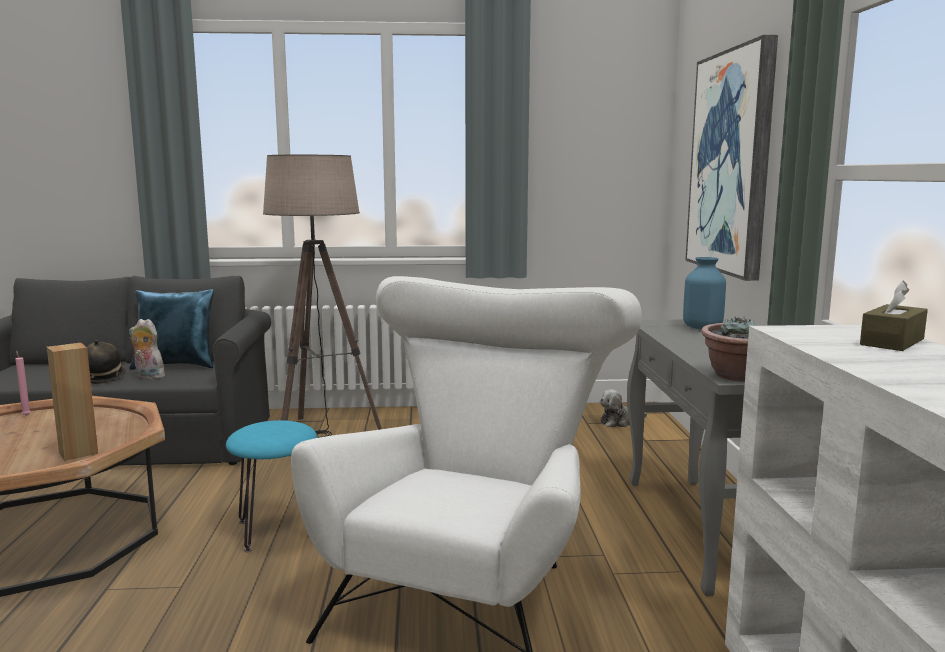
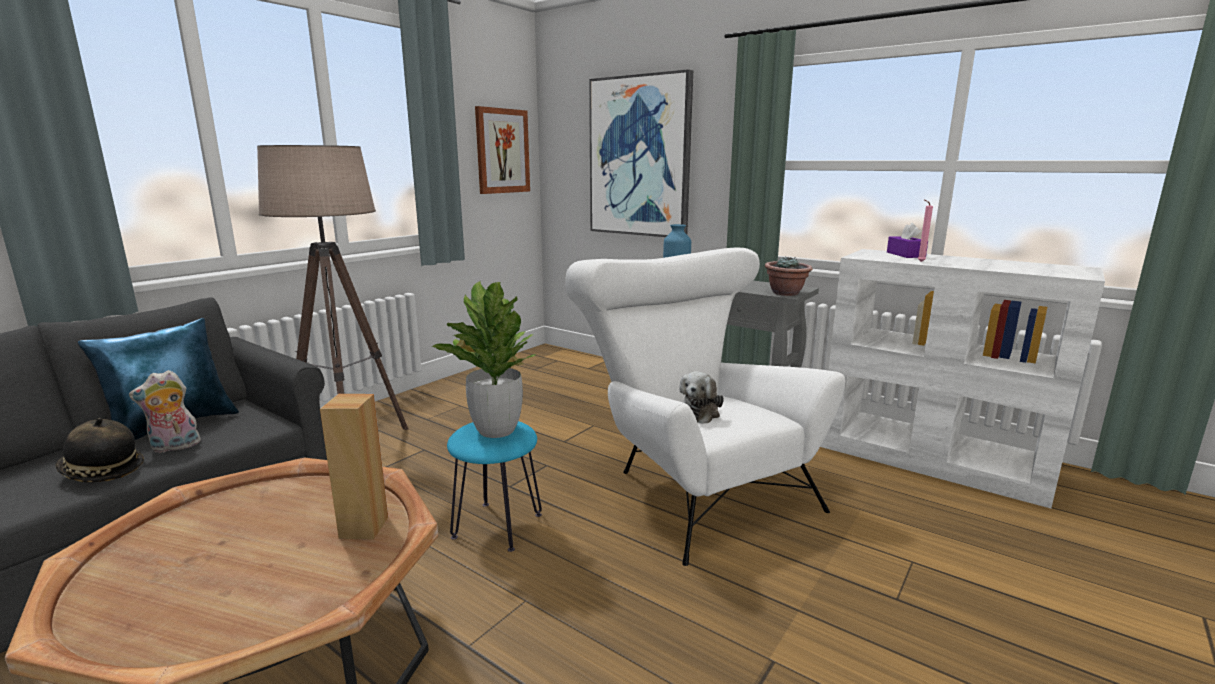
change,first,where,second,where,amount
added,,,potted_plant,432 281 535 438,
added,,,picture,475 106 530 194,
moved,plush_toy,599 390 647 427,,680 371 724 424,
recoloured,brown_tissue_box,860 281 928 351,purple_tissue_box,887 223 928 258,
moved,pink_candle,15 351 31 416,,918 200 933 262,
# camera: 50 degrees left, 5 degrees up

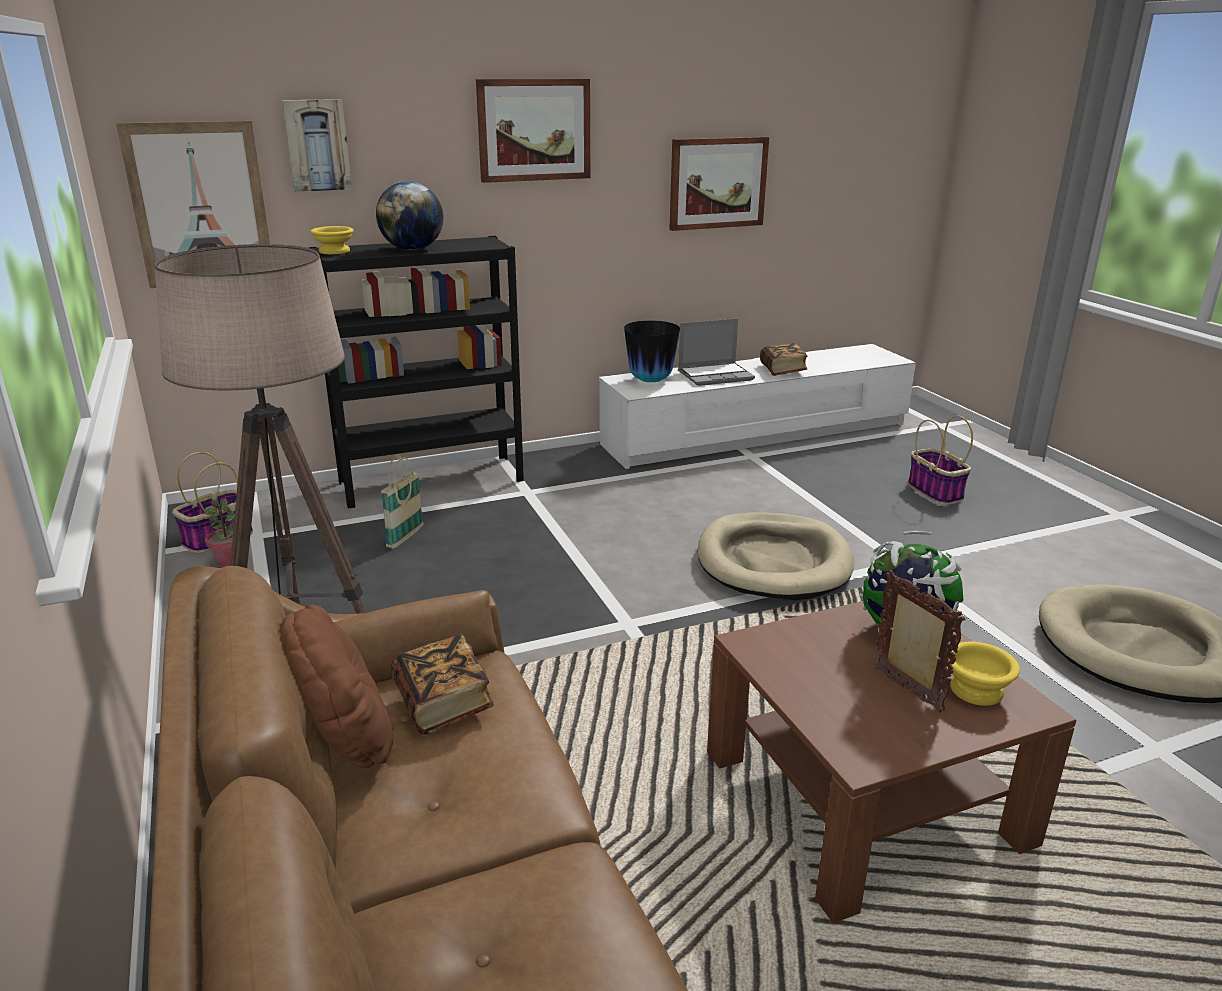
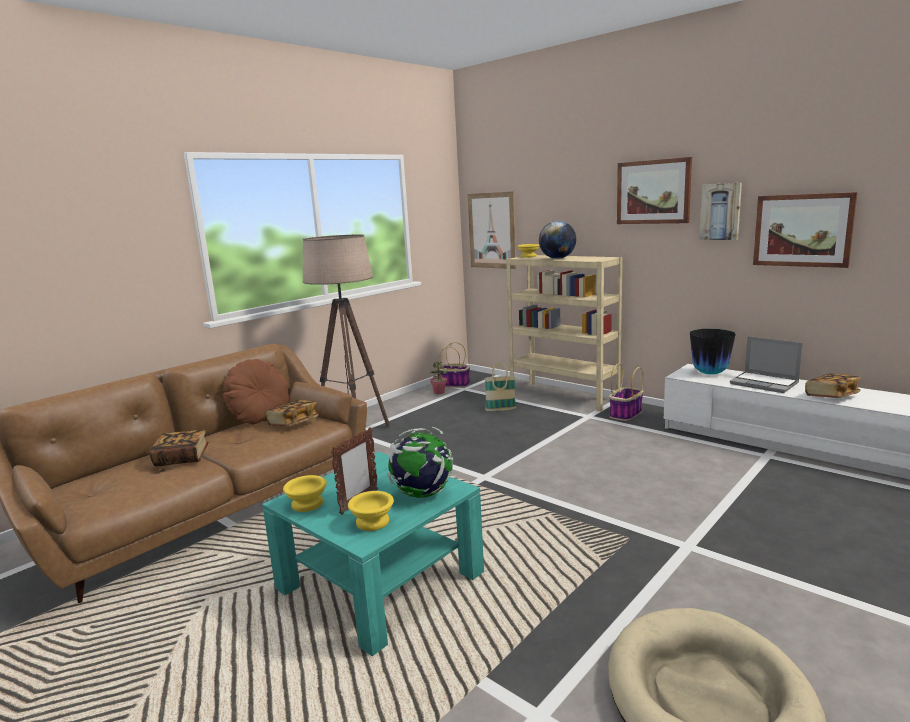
change,first,where,second,where,amount
added,,,book,150 430 209 466,
recoloured,brown_coffee_table,707 600 1076 923,turquoise_coffee_table,262 452 484 656,
added,,,yellow_bowl,283 475 327 512,
recoloured,black_bookcase,308 236 524 509,beige_bookcase,506 255 623 412,
moved,basket,908 415 973 505,,609 364 644 421,
moved,picture,282 99 352 192,,699 183 742 240,
removed,beige_dog_bed,698 512 854 600,,,
# camera: 65 degrees right, 10 degrees down

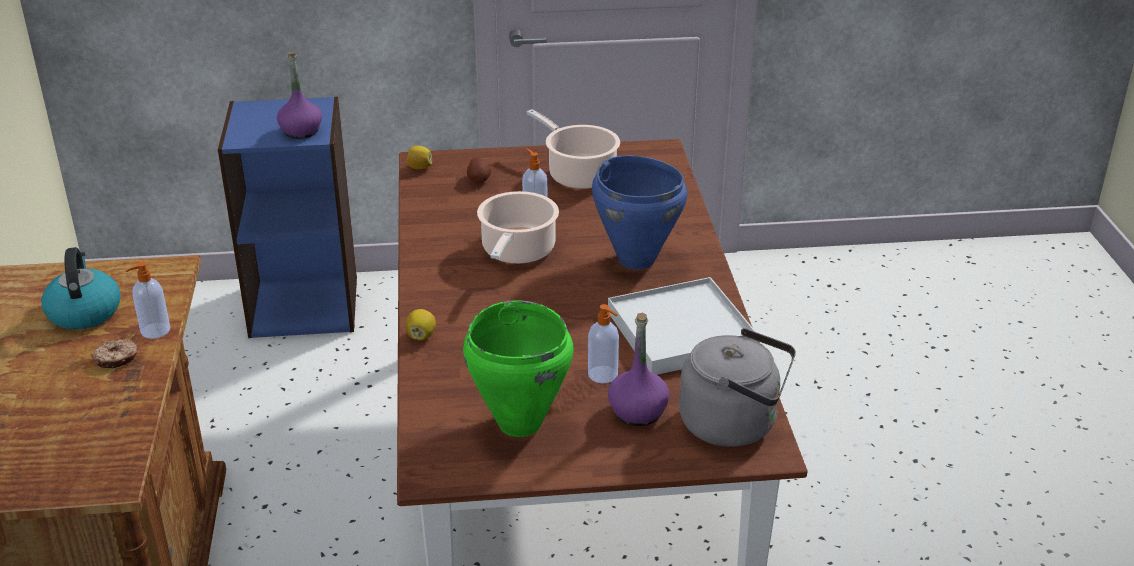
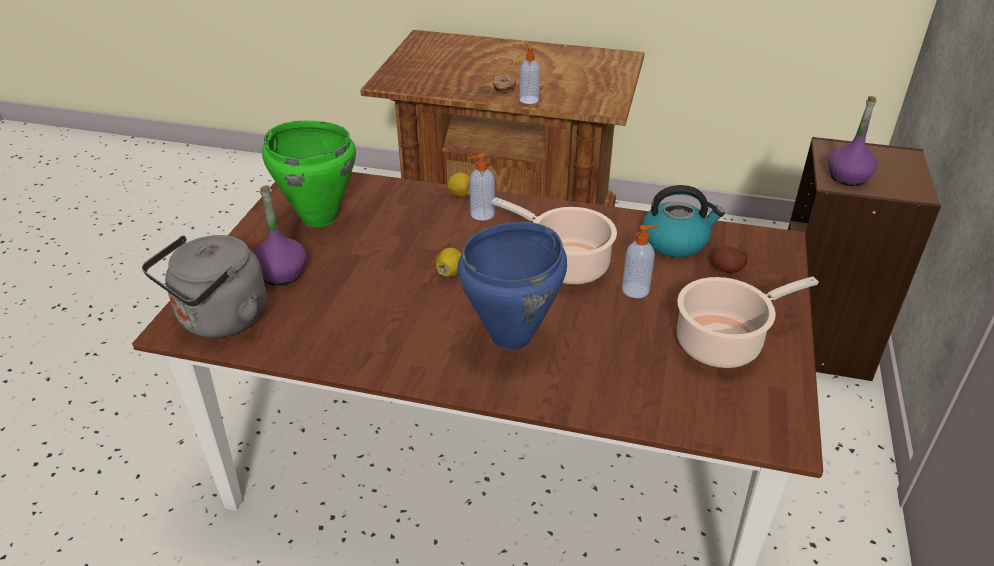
change,first,where,second,where,amount
moved,lemon,407 146 432 169,,435 248 462 277,
moved,soap_dispenser,588 304 619 383,,467 153 495 221,
moved,kettle,41 247 121 330,,642 185 725 257,
recoloured,blue_bookcase,218 97 357 338,brown_bookcase,788 137 941 381,
removed,white_tray,608 277 760 375,,,
# camera: 110 degrees right, 5 degrees up

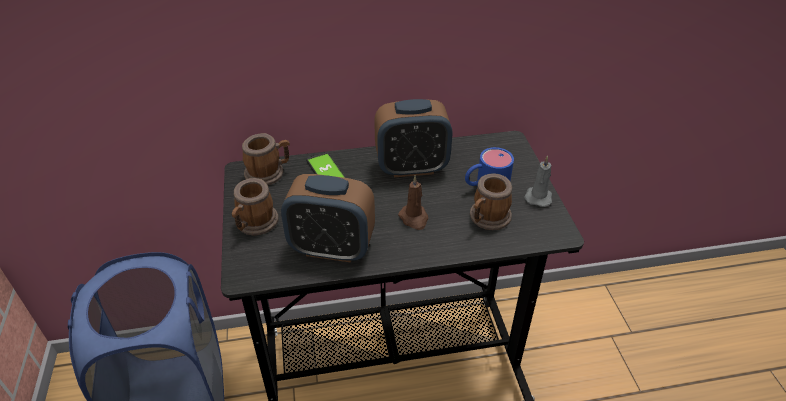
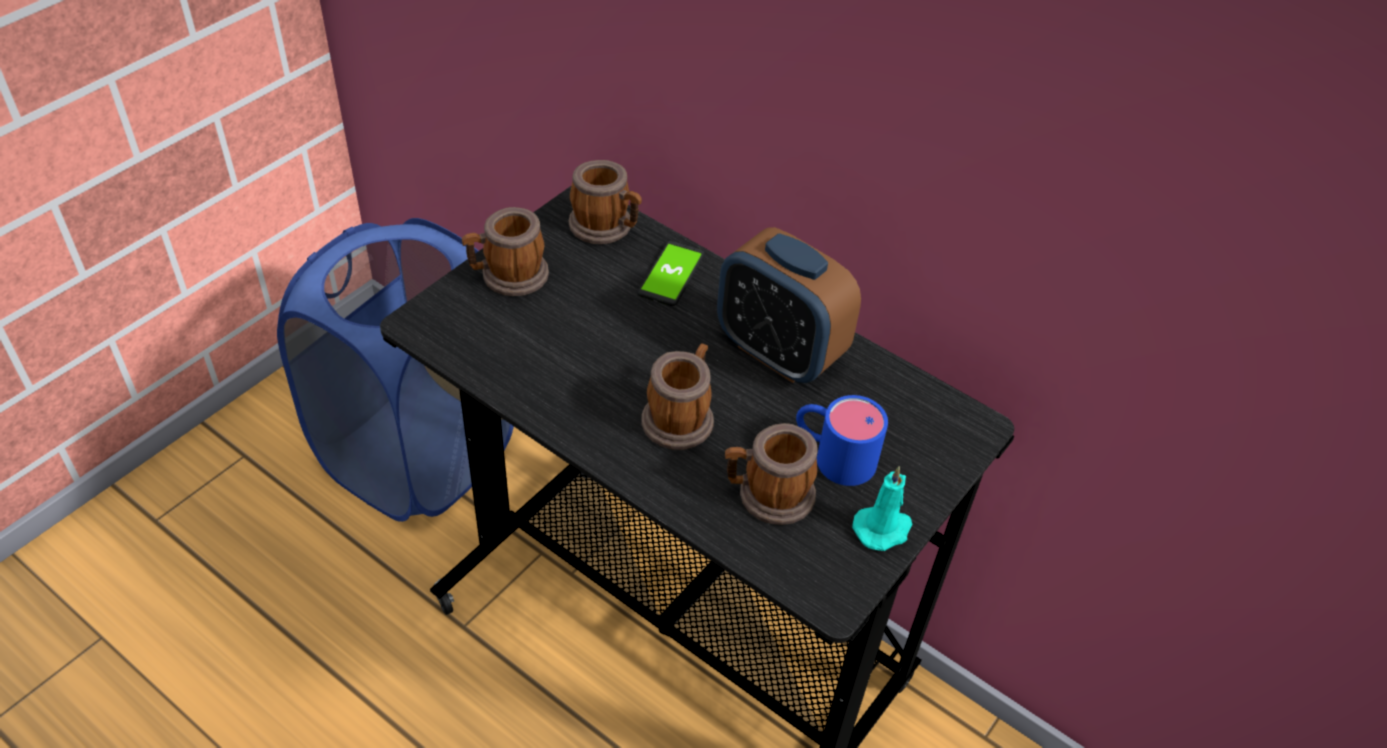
change,first,where,second,where,amount
replaced,brown_candle,398 175 428 230,mug,642 343 714 450,
recoloured,grey_candle,524 155 552 207,turquoise_candle,852 466 912 551,
removed,alarm_clock,281 174 375 263,,,
# camera: 45 degrees right, 5 degrees up

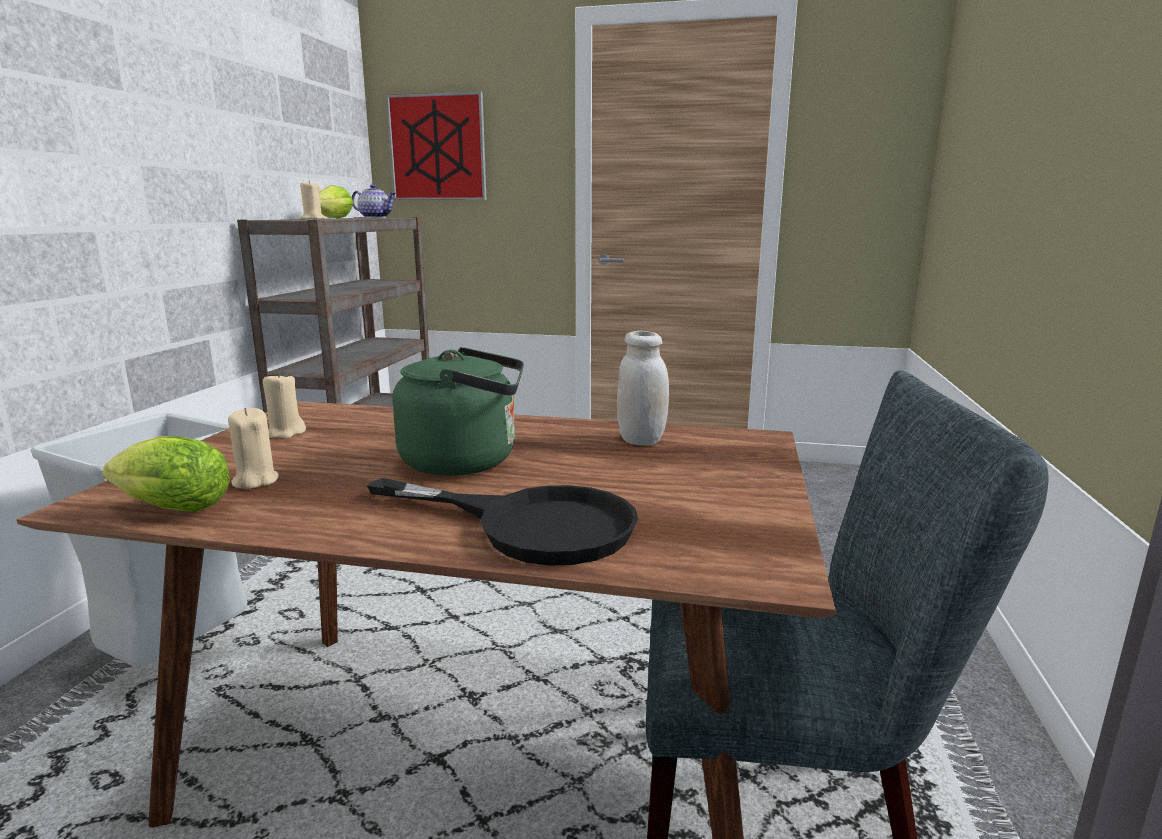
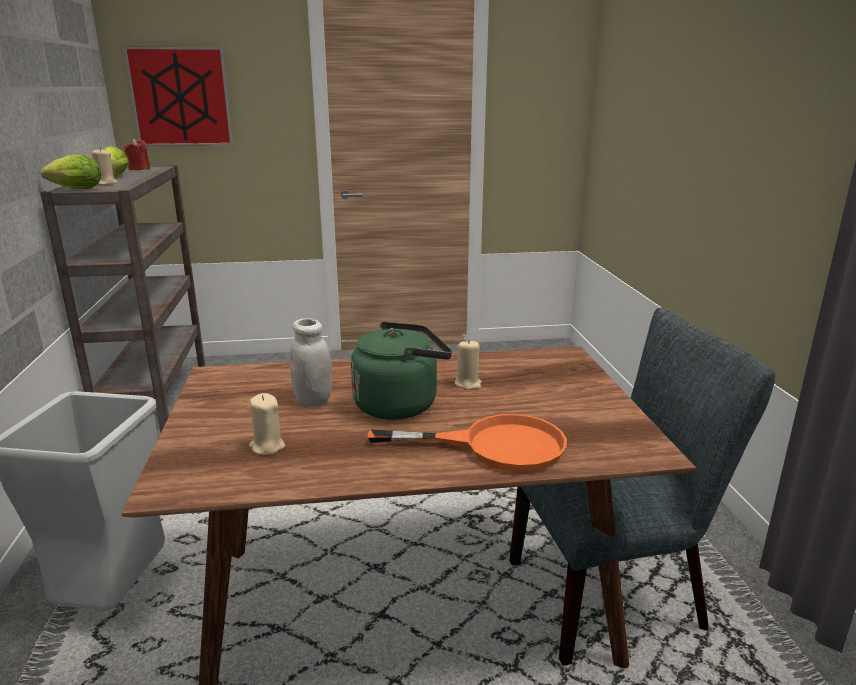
change,first,where,second,where,amount
moved,lettuce,102 436 230 512,,41 155 101 189,
replaced,teapot,352 184 396 218,red_candle,124 139 150 170,
moved,white_jar,617 331 669 445,,290 318 332 407,
recoloured,black_frying_pan,367 478 638 566,orange_frying_pan,368 414 567 473,
moved,beige_candle,263 372 306 439,,455 340 481 390,
# camera: 20 degrees left, 5 degrees up

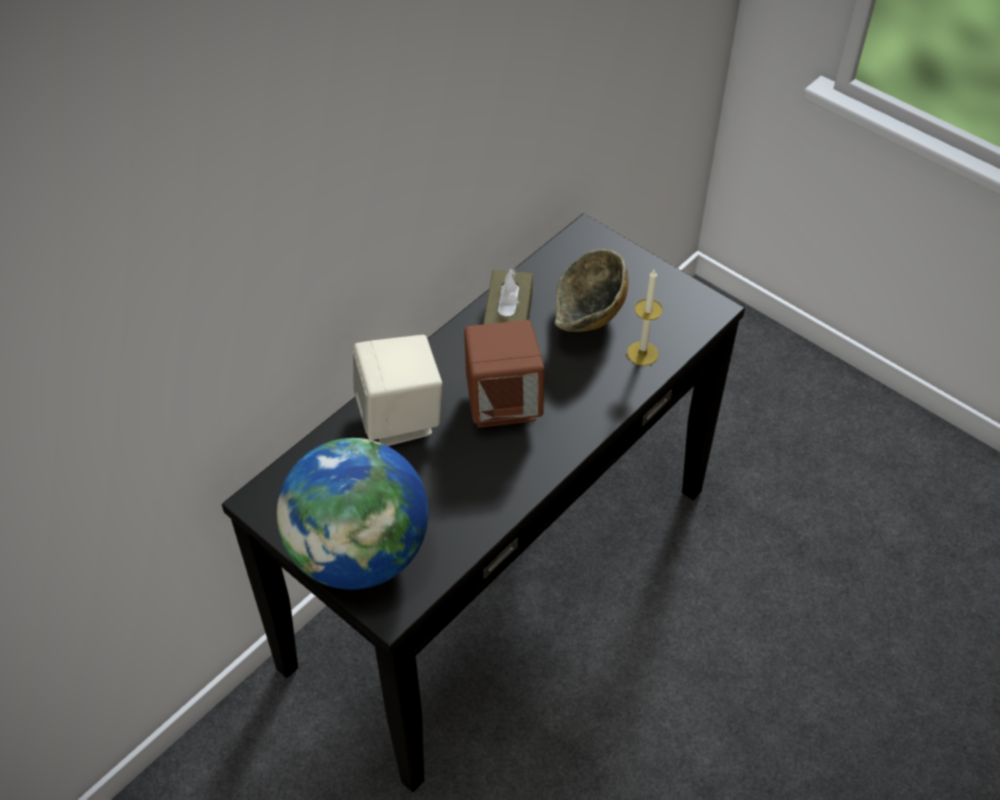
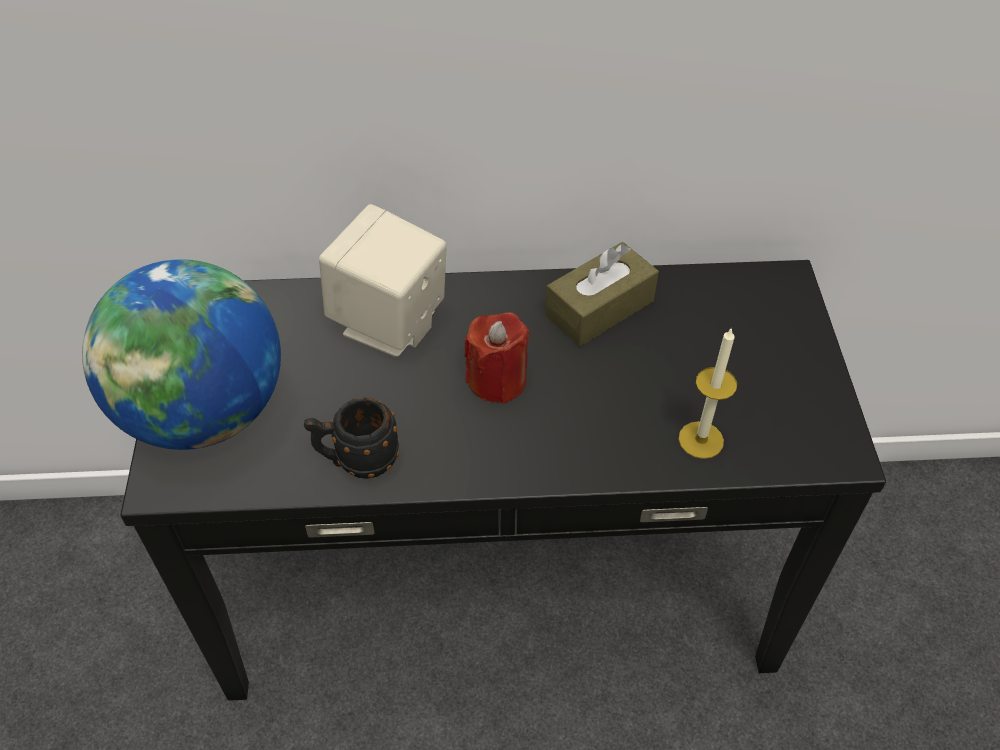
change,first,where,second,where,amount
added,,,black_mug,304 398 399 479,
replaced,brown_speaker,464 320 544 428,red_candle,464 312 529 404,
removed,bowl,554 249 629 332,,,
# camera: 45 degrees right, 0 degrees up

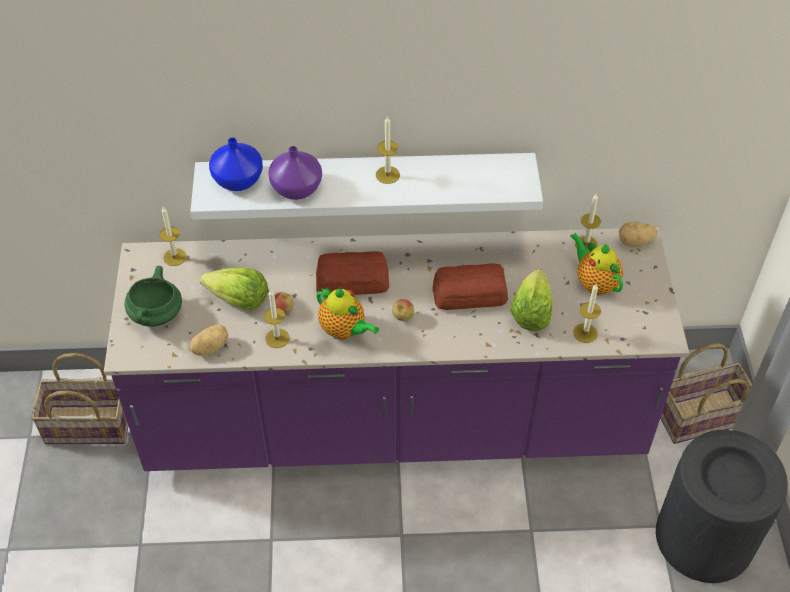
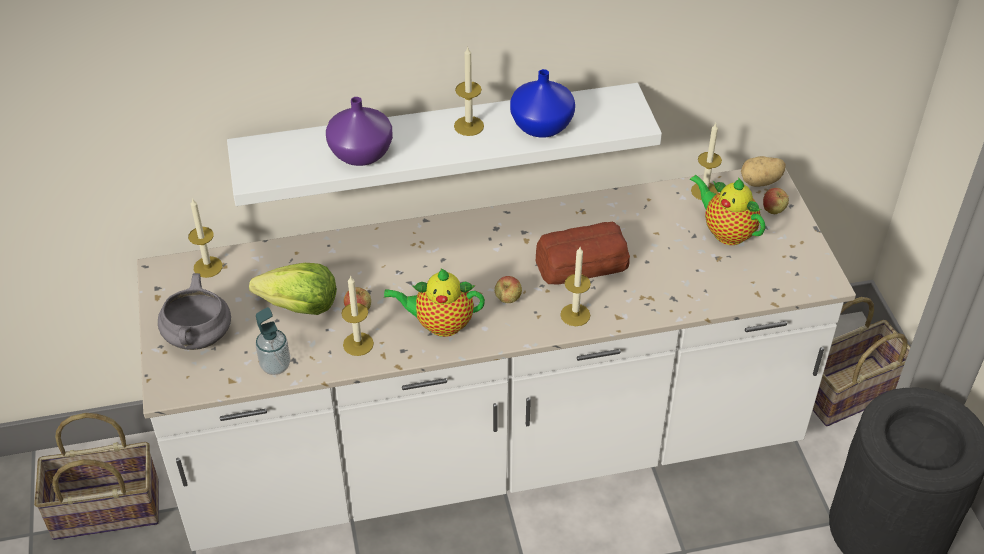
change,first,where,second,where,amount
recoloured,purple_counter,104 227 689 471,white_counter,137 168 856 551,
recoloured,green_cooking_pot,125 266 182 327,grey_cooking_pot,158 273 231 350,
replaced,potato,189 324 228 356,soap_dispenser,255 307 291 375,
turned,teapot,316 288 379 340,,384 268 485 337,150 degrees clockwise
moved,blue_vase,209 138 263 191,,510 69 575 138,
moved,candle,573 284 601 343,,560 247 591 326,
added,,,apple,763 188 789 214,
removed,bread,316 251 389 295,,,
removed,lettuce,510 269 552 331,,,
# camera: 10 degrees left, 5 degrees down

